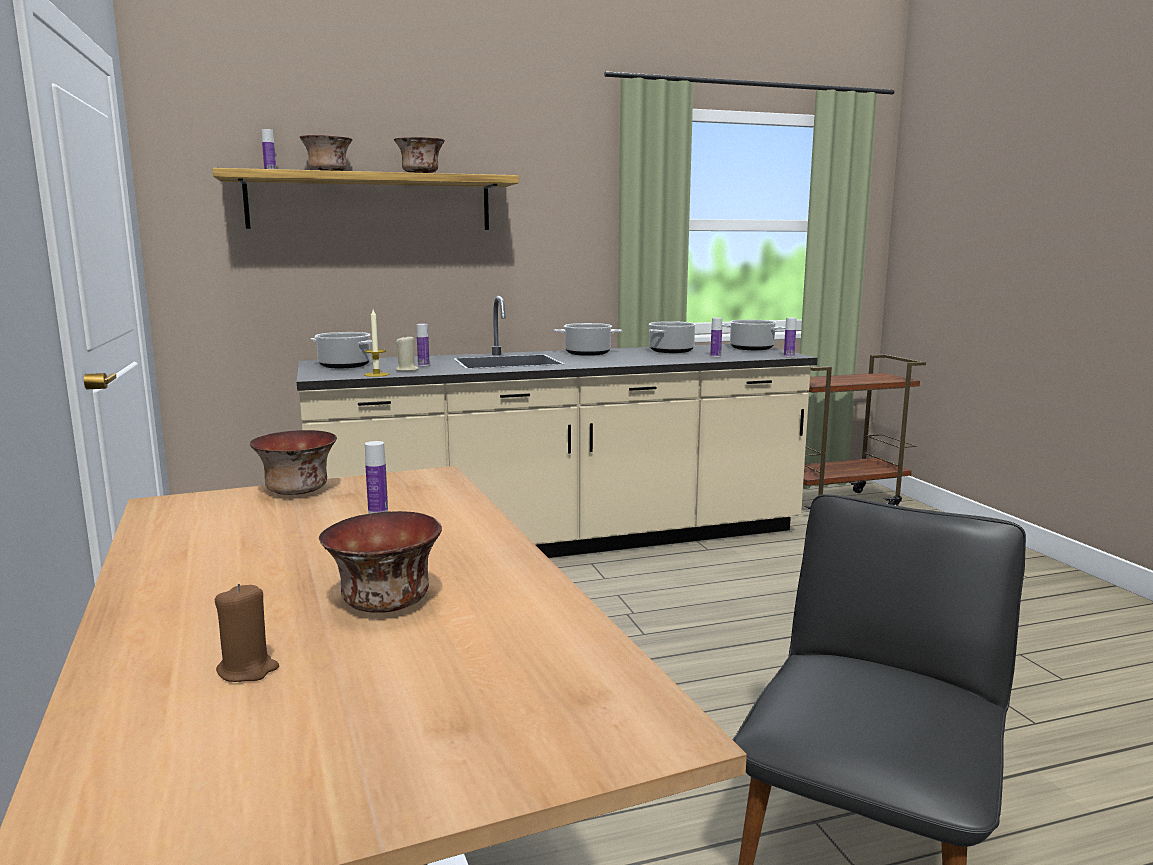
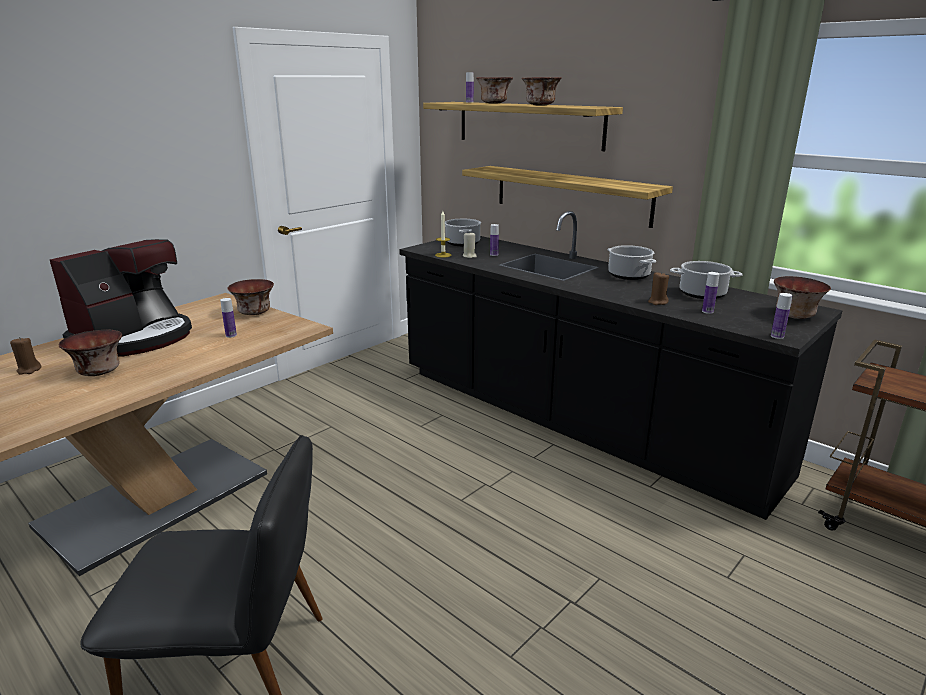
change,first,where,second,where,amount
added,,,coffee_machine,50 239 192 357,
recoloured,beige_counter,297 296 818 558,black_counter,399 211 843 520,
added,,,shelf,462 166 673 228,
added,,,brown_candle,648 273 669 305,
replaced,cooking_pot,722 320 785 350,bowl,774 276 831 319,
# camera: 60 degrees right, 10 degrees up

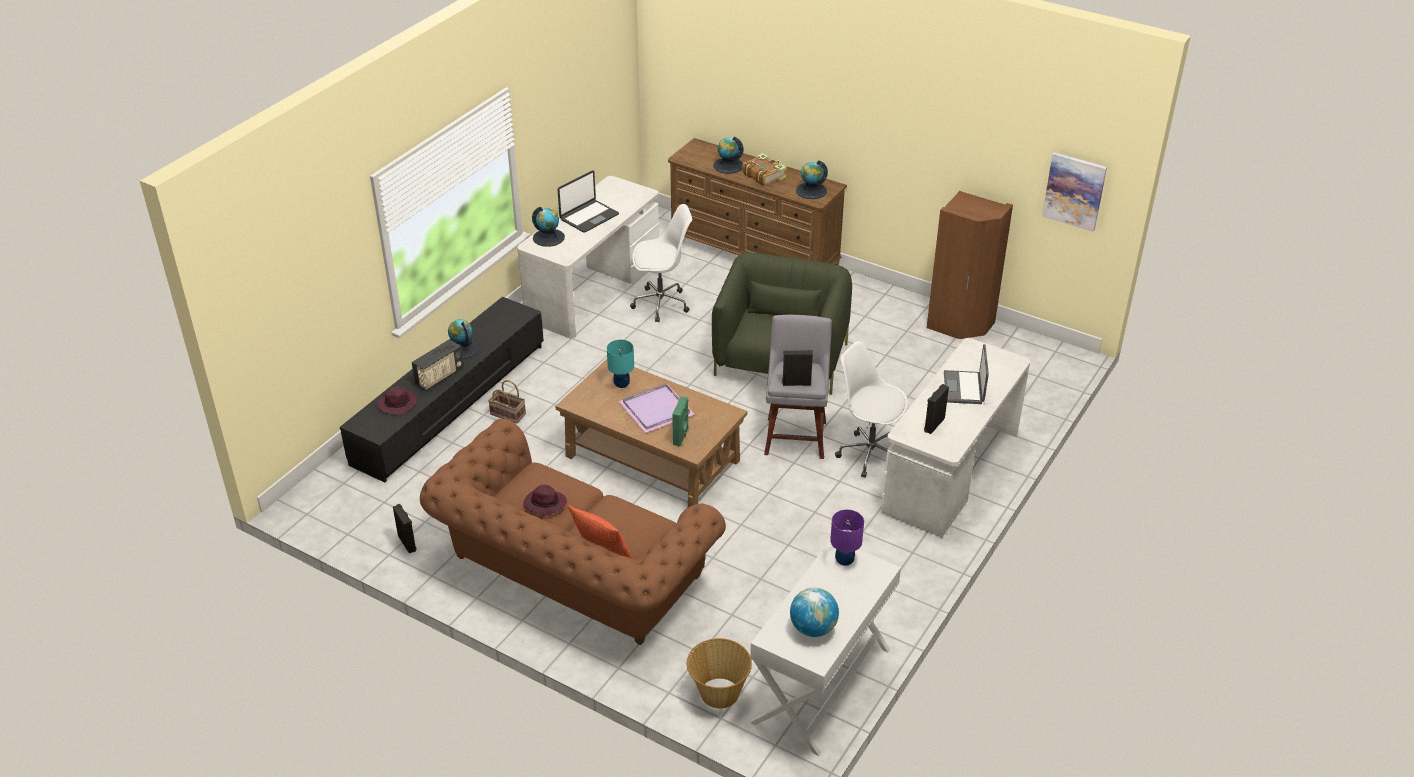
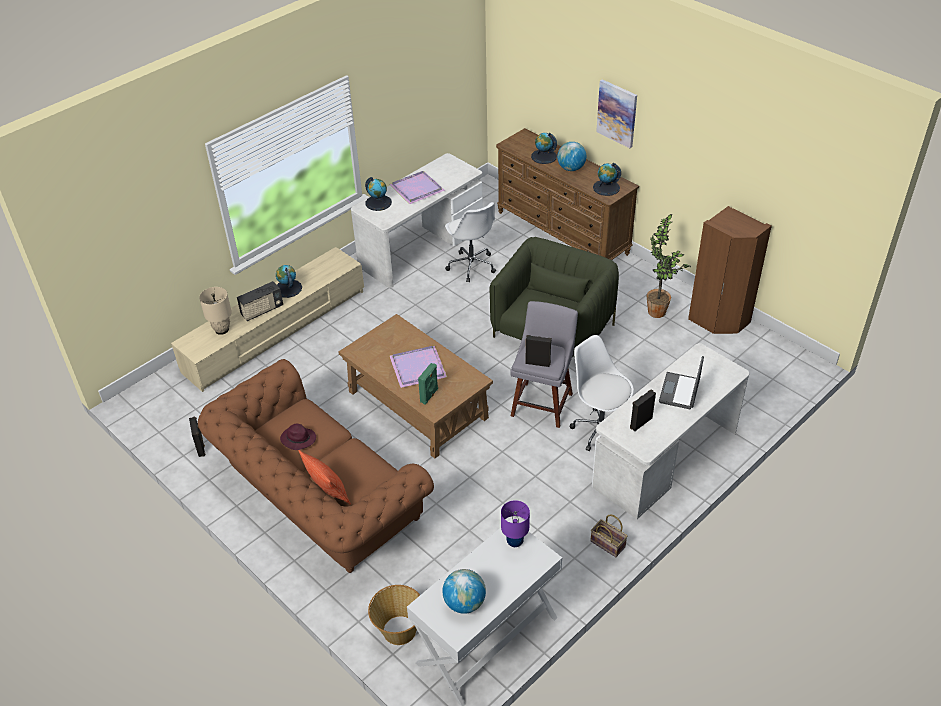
change,first,where,second,where,amount
recoloured,black_tv_stand,340 297 544 482,beige_tv_stand,171 247 364 392,
replaced,purple_hat,377 386 417 415,beige_table_lamp,199 287 232 335,
replaced,laptop,557 171 619 232,purple_tray,389 171 445 204,
turned,white_office_chair,630 204 692 322,,445 202 496 282,60 degrees clockwise
replaced,book,742 153 787 186,globe,557 142 586 171,
moved,basket,488 380 526 424,,590 514 627 557,
moved,picture,1042 152 1107 232,,596 79 637 148,
added,,,potted_plant,646 214 691 318,
removed,turquoise_table_lamp,607 340 634 388,,,
# camera: 15 degrees right, 5 degrees up

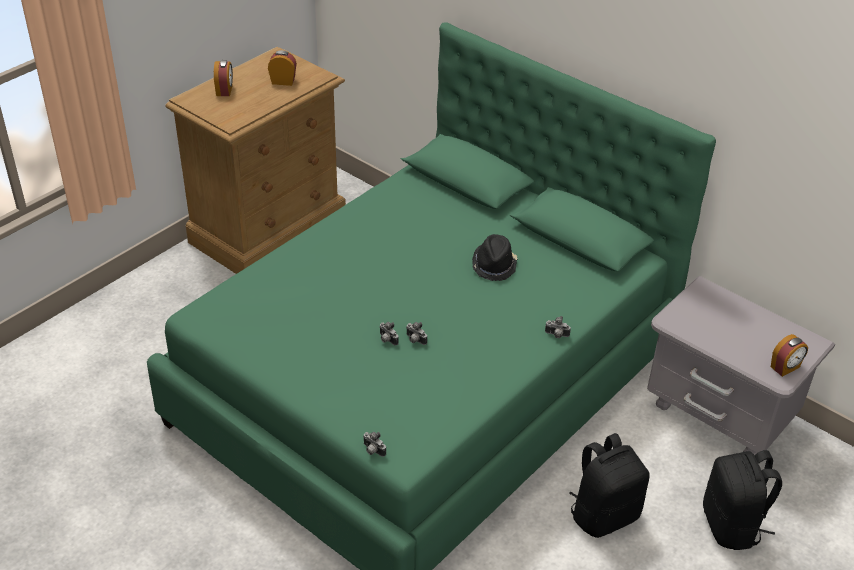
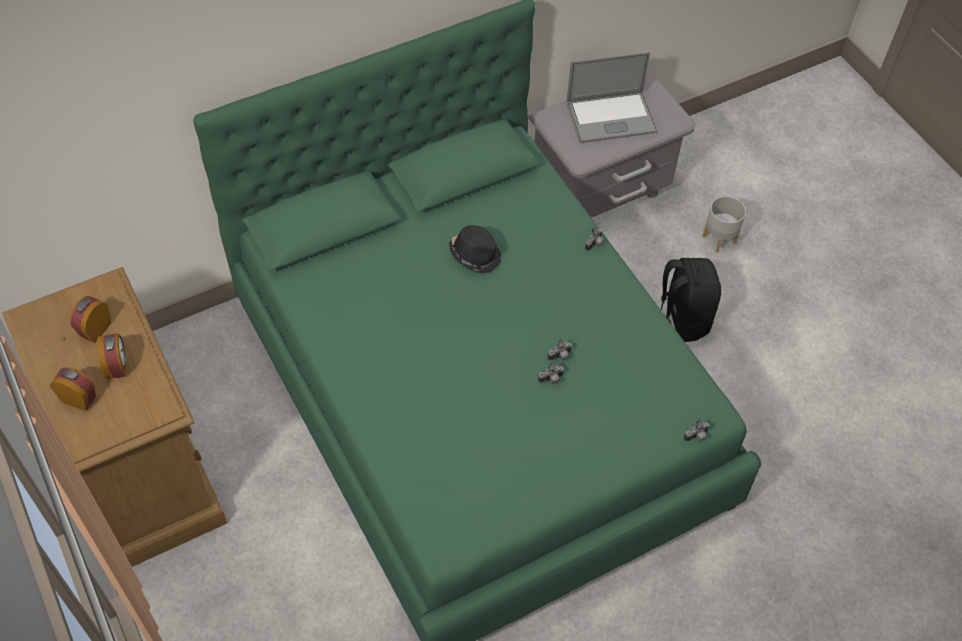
change,first,where,second,where,amount
moved,alarm_clock,771 334 808 377,,97 333 126 379,
added,,,laptop,567 52 658 143,
replaced,black_backpack,703 450 782 550,grey_planter,702 196 746 253,
# camera: 70 degrees left, 15 degrees up

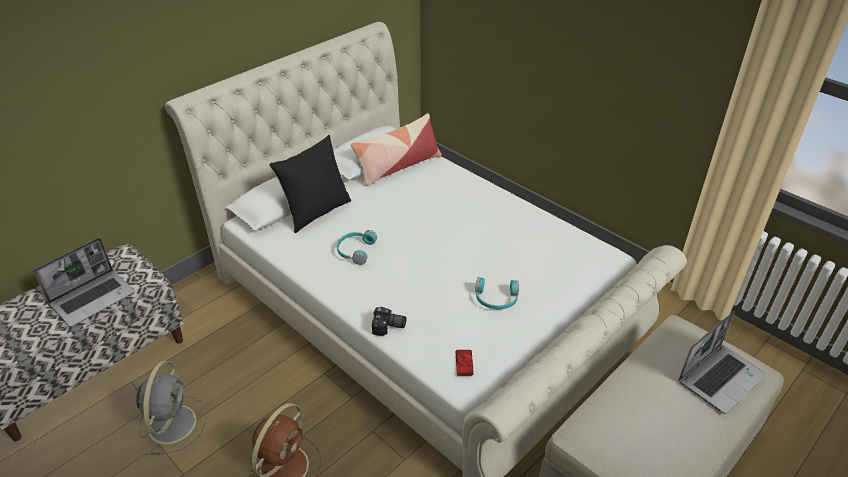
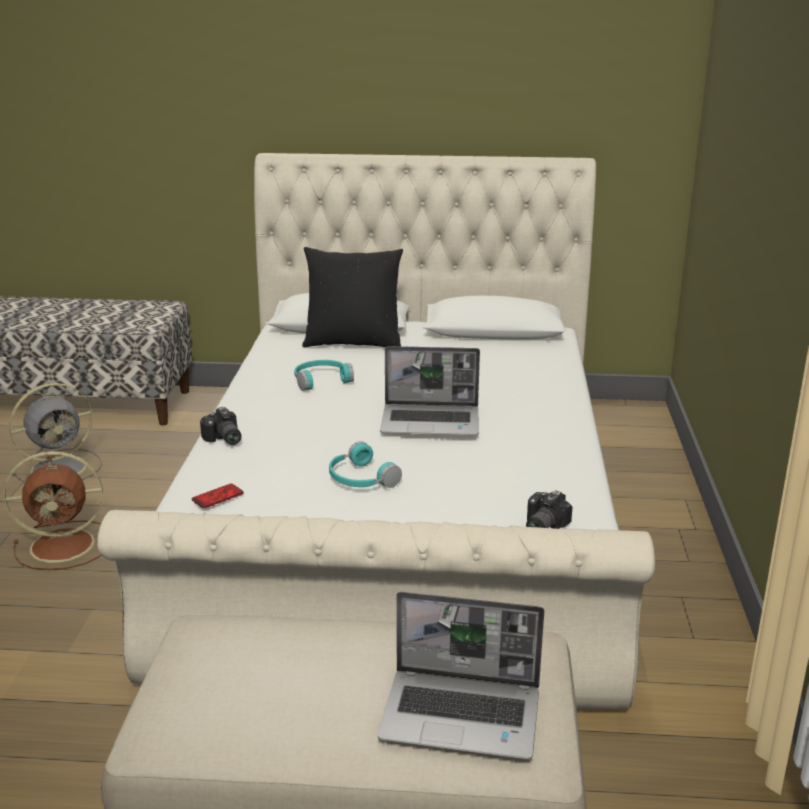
change,first,where,second,where,amount
moved,laptop,33 238 135 327,,380 346 480 435,
added,,,photo_camera,526 490 572 529,
removed,pillow,351 113 442 186,,,
# camera: 50 degrees right, 15 degrees down

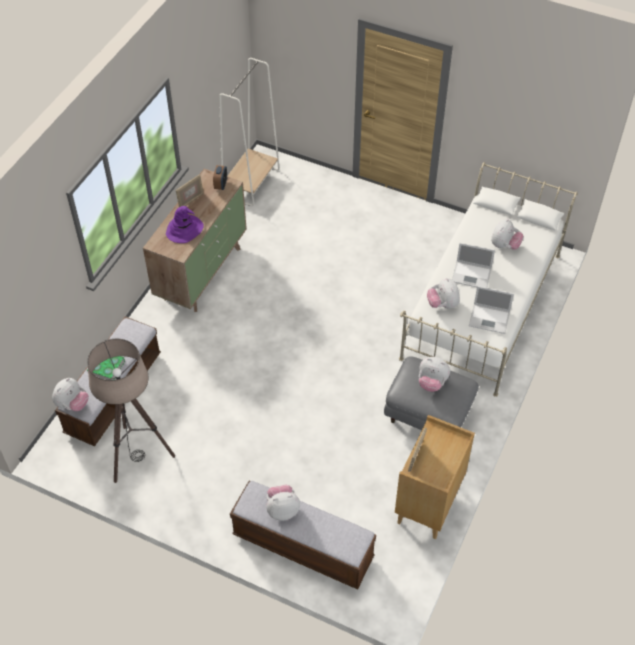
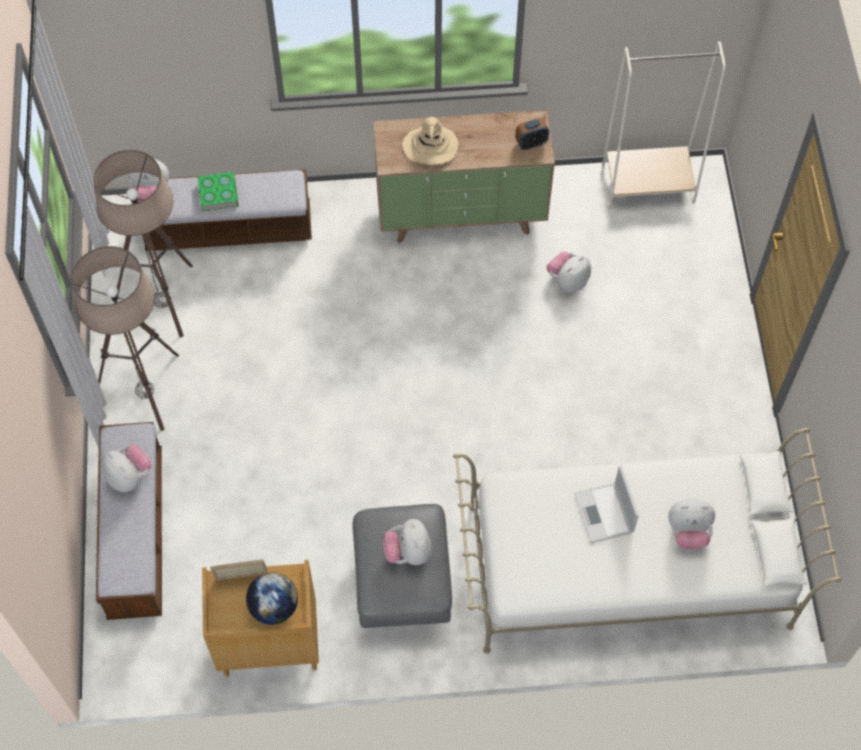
change,first,where,second,where,amount
added,,,floor_lamp,72 246 179 431,
added,,,globe,246 572 298 625,
recoloured,purple_hat,166 206 203 243,beige_hat,402 117 458 165,
moved,plush_toy,427 278 459 309,,546 252 591 293,
removed,picture_frame,176 175 204 207,,,
removed,laptop,469 286 514 334,,,
# camera: 60 degrees right, 10 degrees up

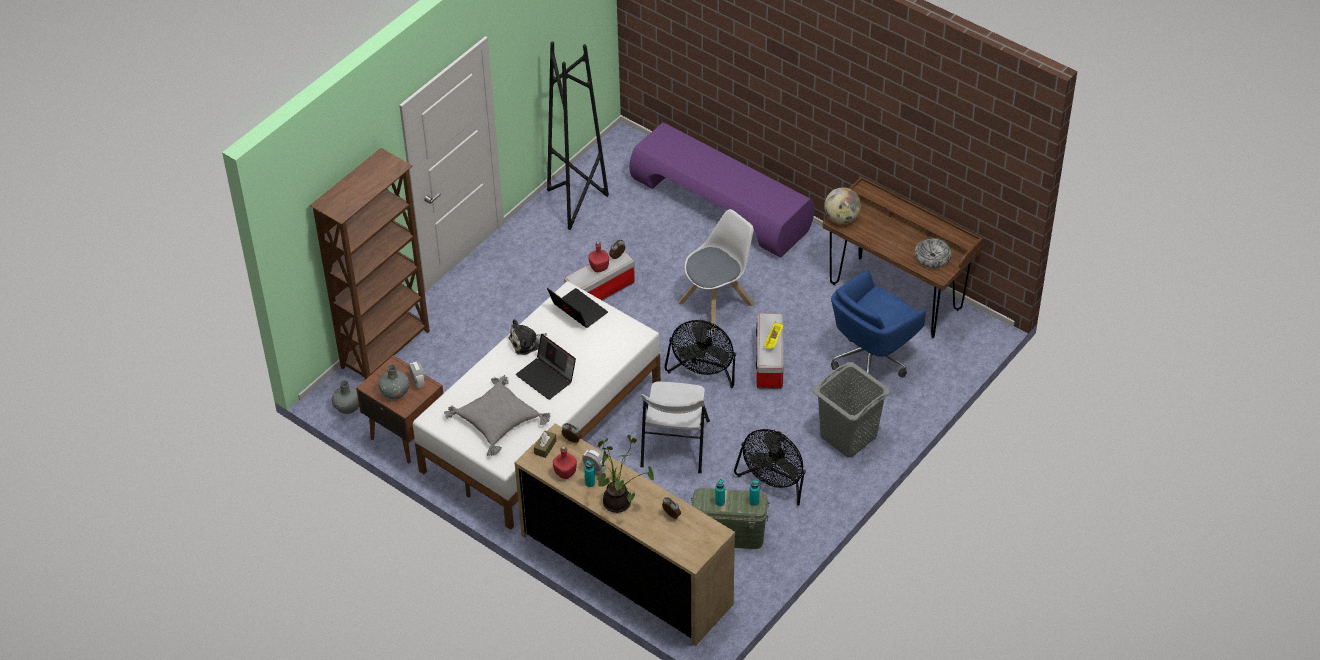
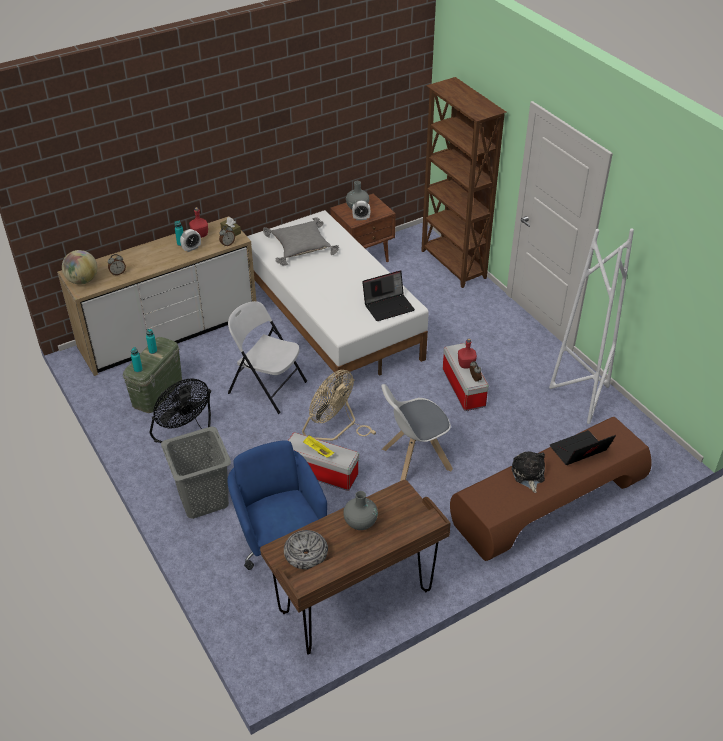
change,first,where,second,where,amount
moved,globe,824 187 861 224,,62 250 97 285,
recoloured,black_fan,664 319 736 388,beige_fan,302 370 376 441,
moved,grey_vase,332 380 359 414,,343 491 378 530,
turned,chair,678 209 754 331,,381 384 453 481,90 degrees clockwise
recoloured,purple_bench,629 122 815 257,brown_bench,450 417 652 561,
moved,plush_toy,509 319 547 355,,512 451 545 493,
recoloured,black_clothes_rack,547 41 609 230,white_clothes_rack,549 228 634 424,
moved,laptop,516 334 576 400,,550 430 616 465,
removed,potted_plant,596 435 654 513,,,
# camera: 110 degrees right, 5 degrees down

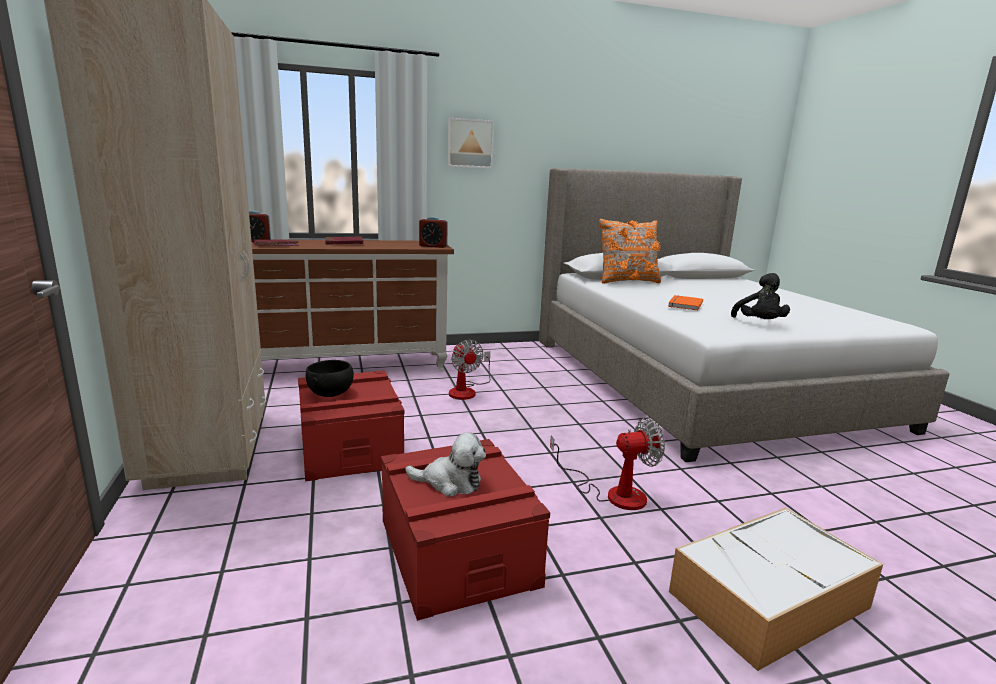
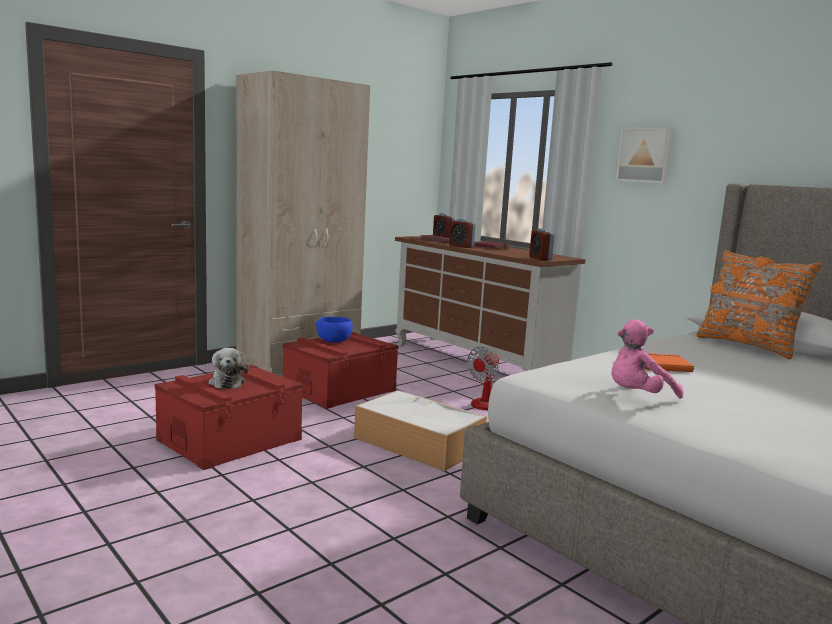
change,first,where,second,where,amount
recoloured,black_bowl,306 360 354 397,blue_bowl,316 317 353 343,
moved,storage_box,669 508 883 671,,354 390 487 471,
added,,,alarm_clock,449 219 476 248,
recoloured,black_plush_toy,731 273 790 319,pink_plush_toy,611 319 683 399,
removed,fan,550 417 665 510,,,
# camera: 65 degrees right, 5 degrees down

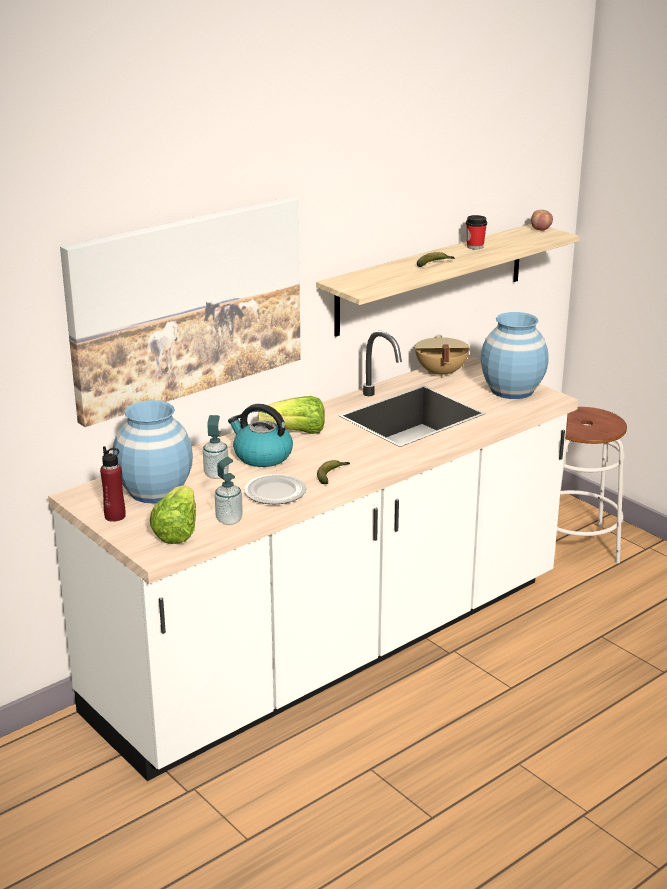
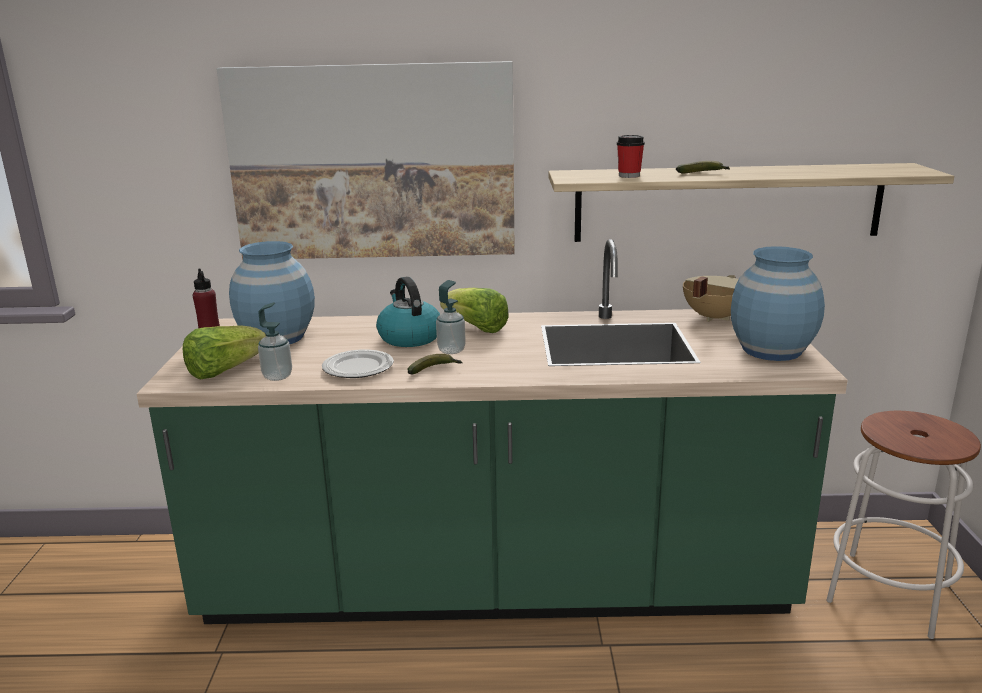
change,first,where,second,where,amount
recoloured,white_counter,48 330 578 781,green_counter,137 239 848 624,
moved,soap_dispenser,203 415 229 479,,436 280 466 354,
moved,cup,466 215 487 249,,617 135 645 178,
removed,apple,531 210 553 231,,,
# camera: 40 degrees right, 5 degrees down

